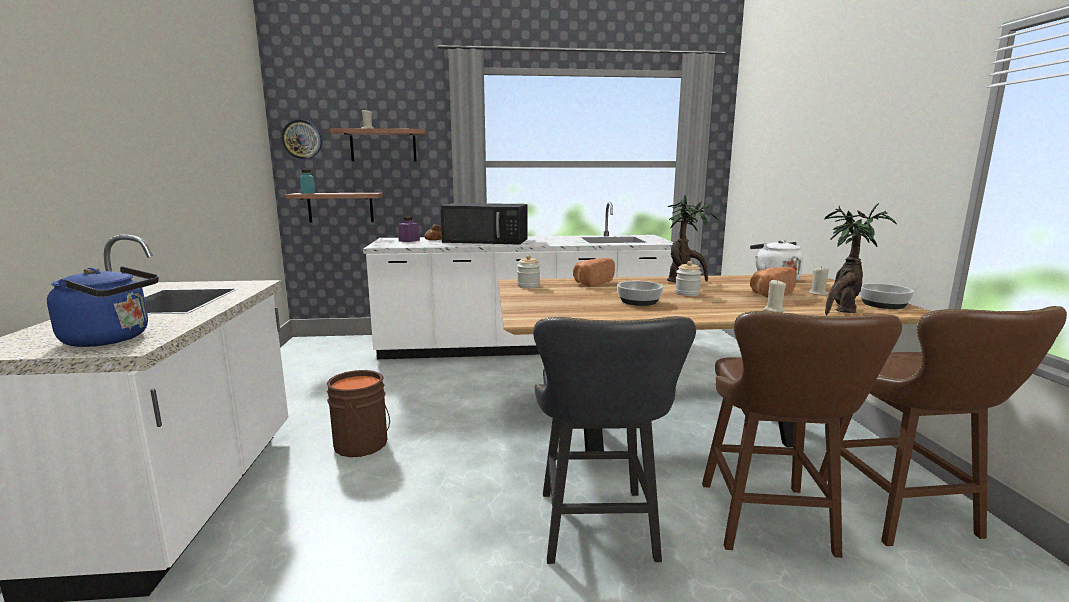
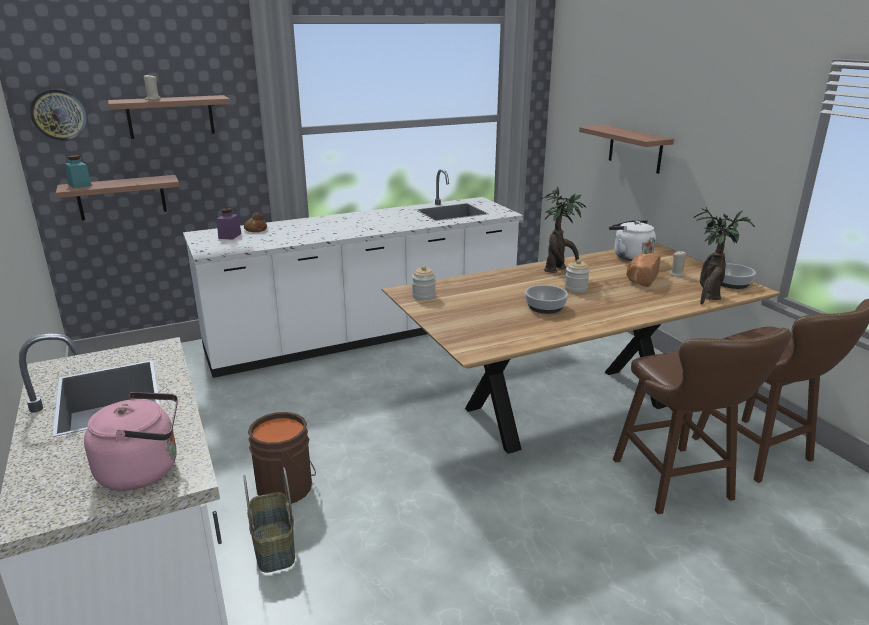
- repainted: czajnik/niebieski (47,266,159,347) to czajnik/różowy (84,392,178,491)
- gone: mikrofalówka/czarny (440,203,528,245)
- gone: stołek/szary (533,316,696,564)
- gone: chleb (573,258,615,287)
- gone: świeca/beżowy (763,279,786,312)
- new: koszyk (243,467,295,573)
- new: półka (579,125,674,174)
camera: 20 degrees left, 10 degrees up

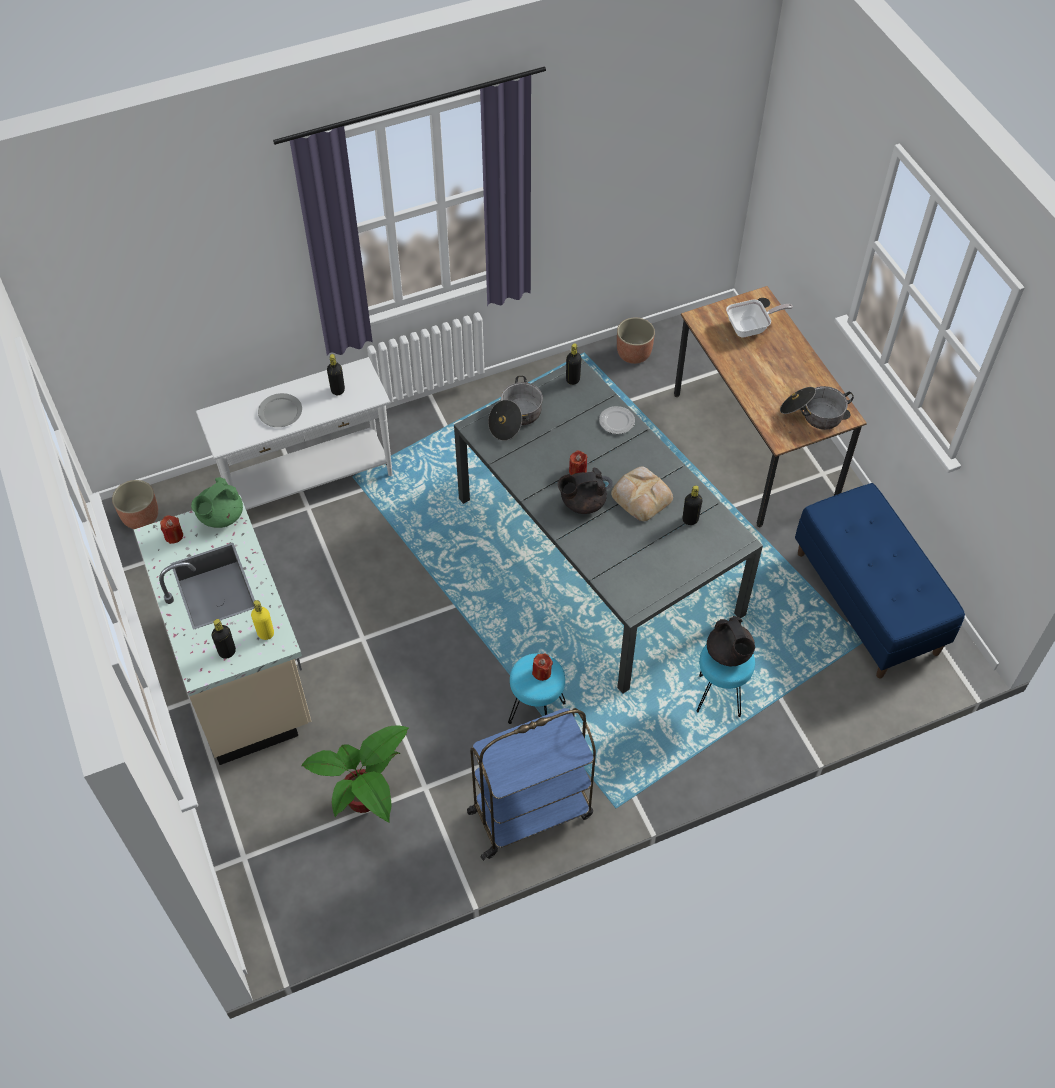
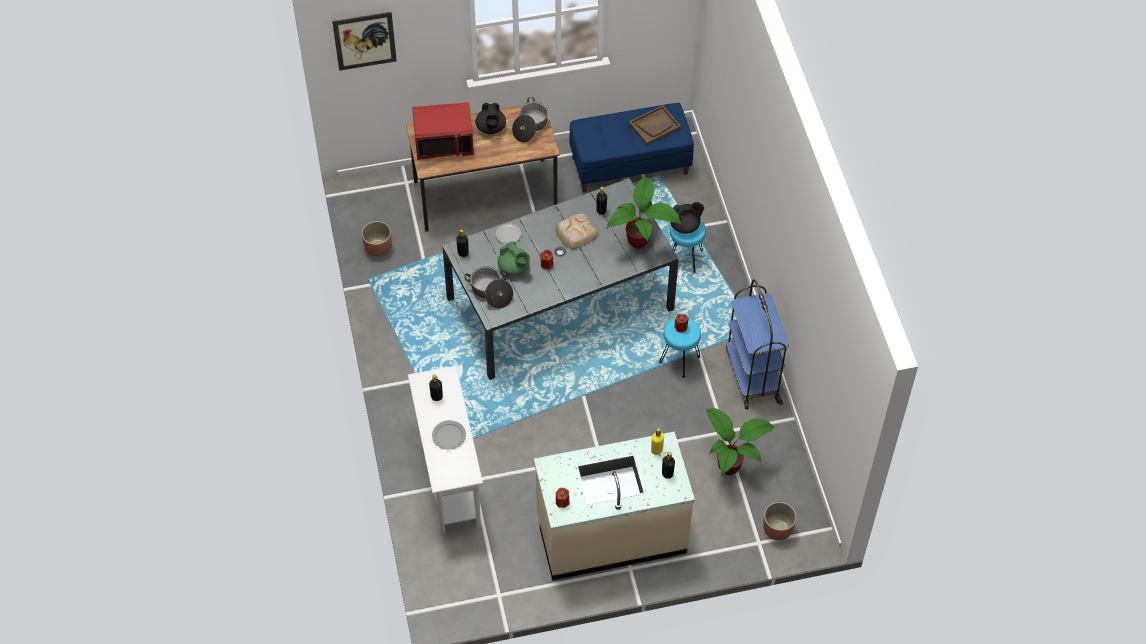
- shifted: donica (112,480,158,529) to (763,502,797,541)
- shifted: imbryk/zielony (191,477,243,528) to (498,241,530,275)
- shifted: imbryk/czarny (558,468,607,514) to (475,103,506,134)
- swapped: patelnia (726,299,793,338) to mikrofalówka/czerwony (412,102,474,160)
- new: obraz (332,12,397,71)
- new: roślina doniczkowa (607,178,681,249)
- new: taca/brązowy (629,105,681,145)
camera: 80 degrees left, 0 degrees up

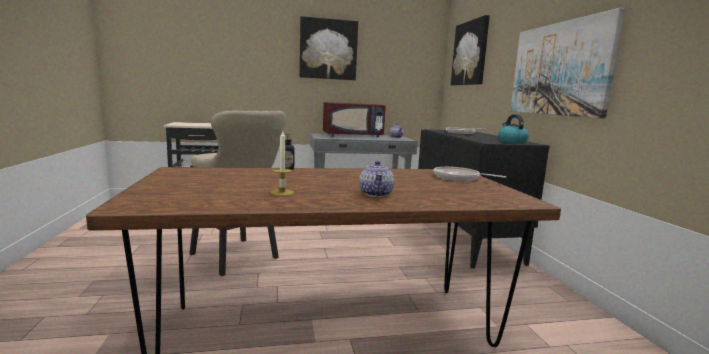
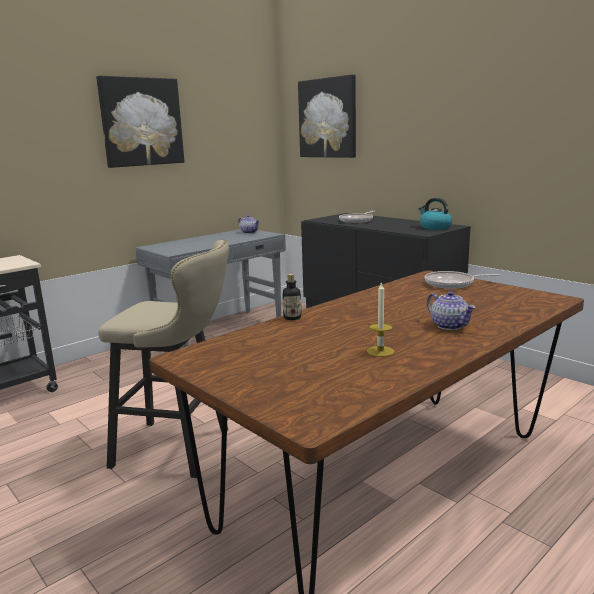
- gone: mikrofalówka/czerwony (323,102,386,137)
- gone: obraz (510,8,625,118)
camera: 30 degrees left, 5 degrees up

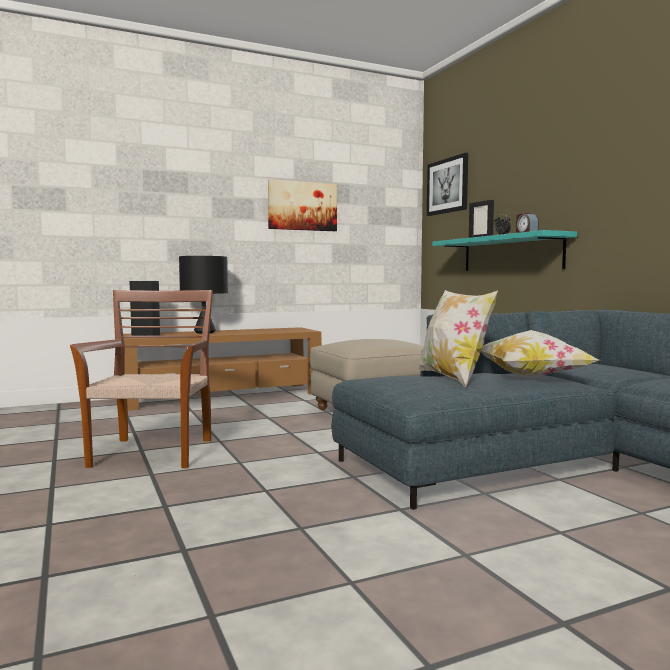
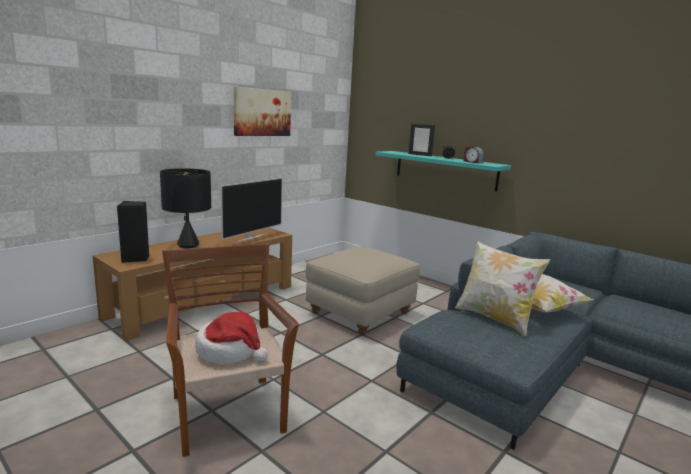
- gone: obraz (427,153,468,216)
- new: kapelusz (195,312,268,364)
- new: telewizor (221,178,282,242)
camera: 25 degrees left, 10 degrees up

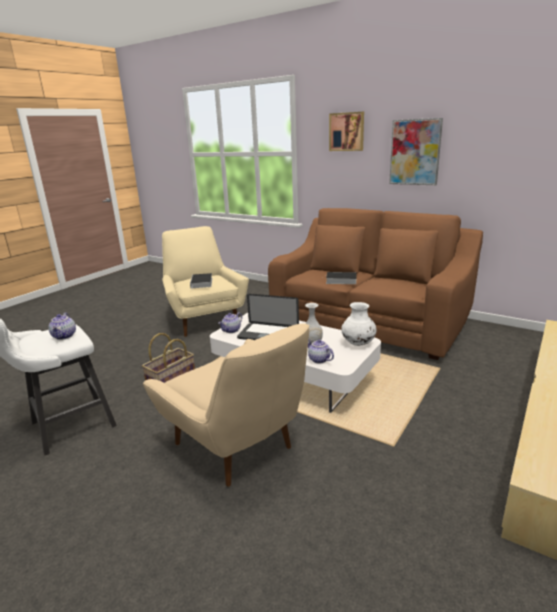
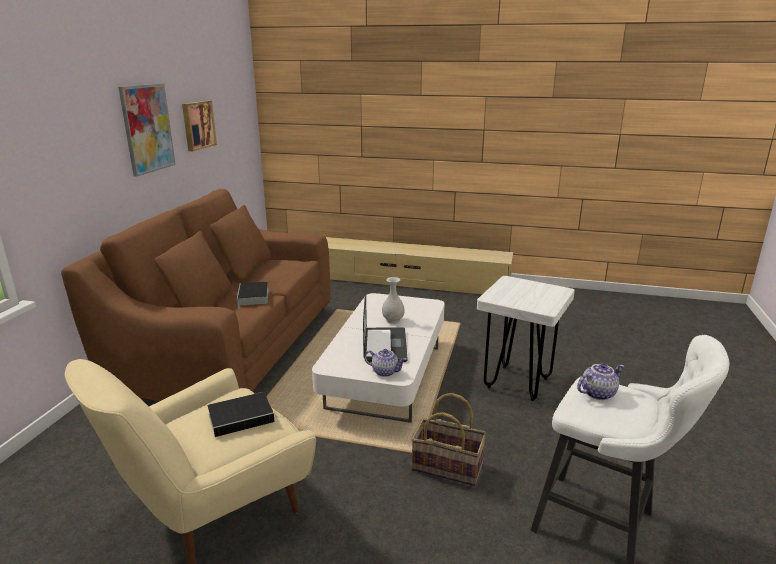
- swapped: fotel/beżowy (143,324,309,487) to stołek/biały (477,276,575,401)
- gone: imbryk (308,340,334,363)
- shifted: obraz (329,112,364,151) to (182,100,217,151)
- gone: wazon/biały (341,302,377,346)
camera: 110 degrees left, 0 degrees up

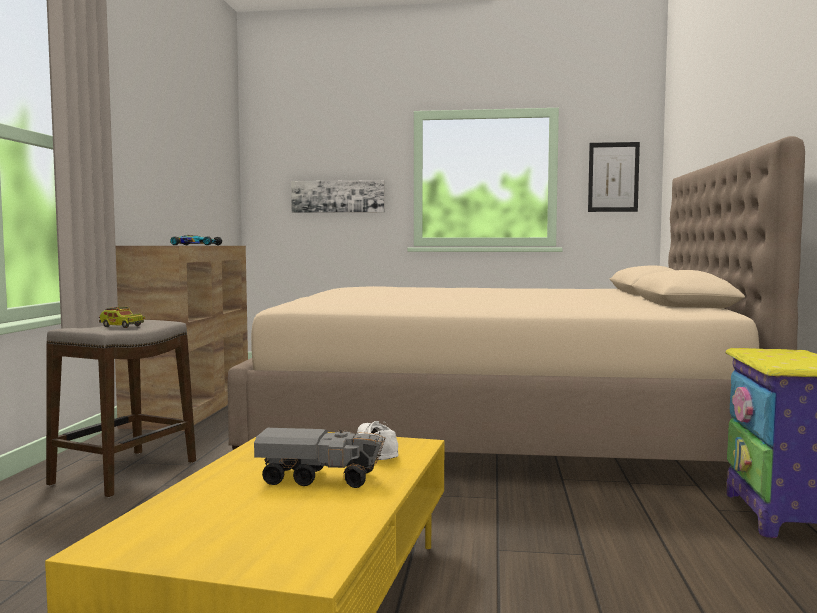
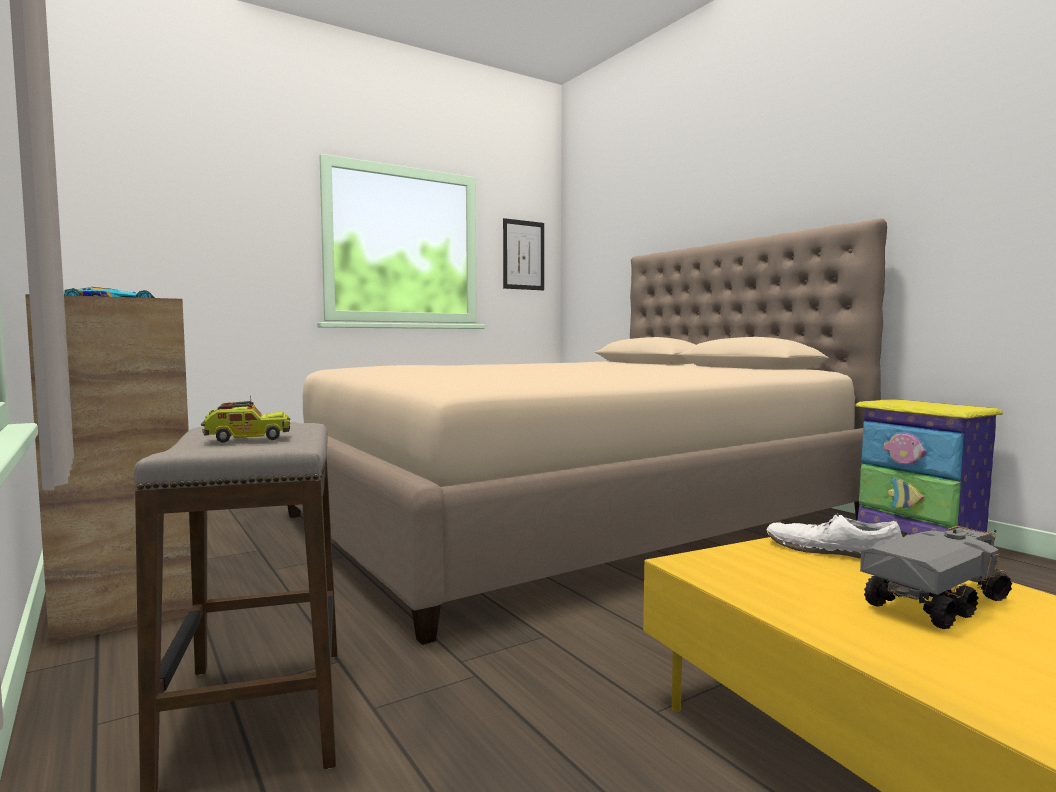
- gone: obraz (291,180,385,213)
camera: 40 degrees left, 0 degrees up

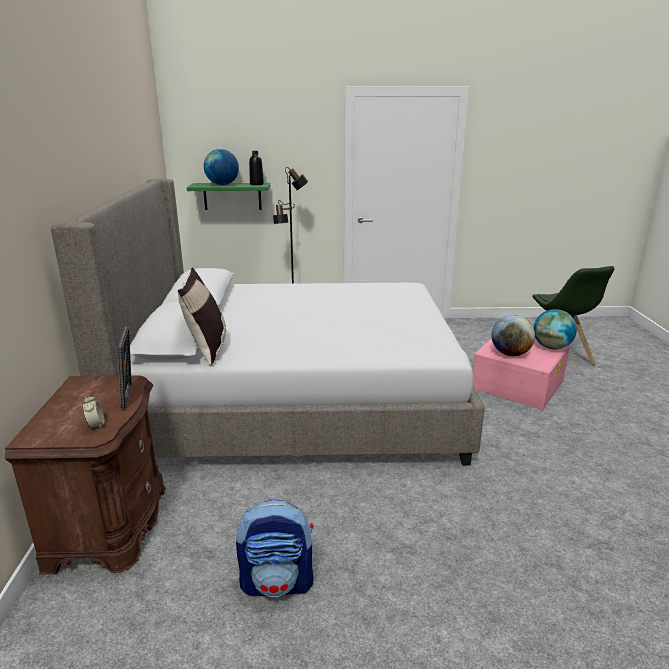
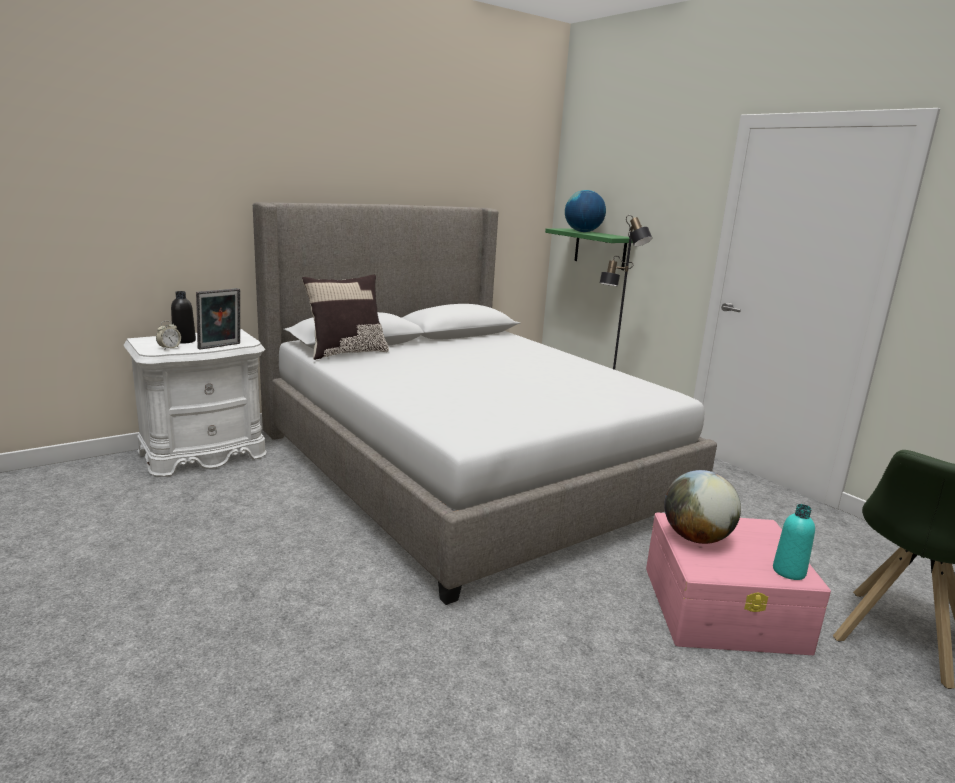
- repainted: szafka nocna/brązowy (5,375,166,575) to szafka nocna/biały (123,329,267,477)
- gone: plecak (236,500,314,597)
- shifted: butelka/czarny (249,151,264,185) to (171,291,196,343)
- swapped: globus (534,309,577,349) to butelka/turkusowy (773,504,815,580)
camera: 55 degrees right, 5 degrees down

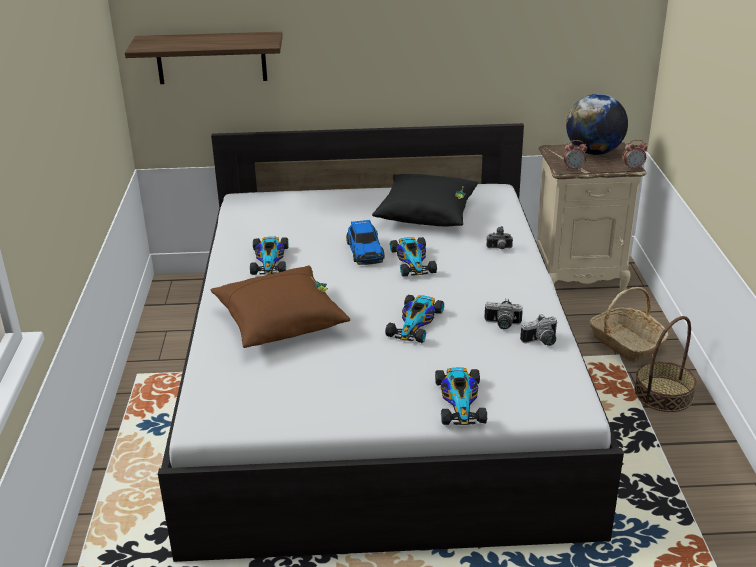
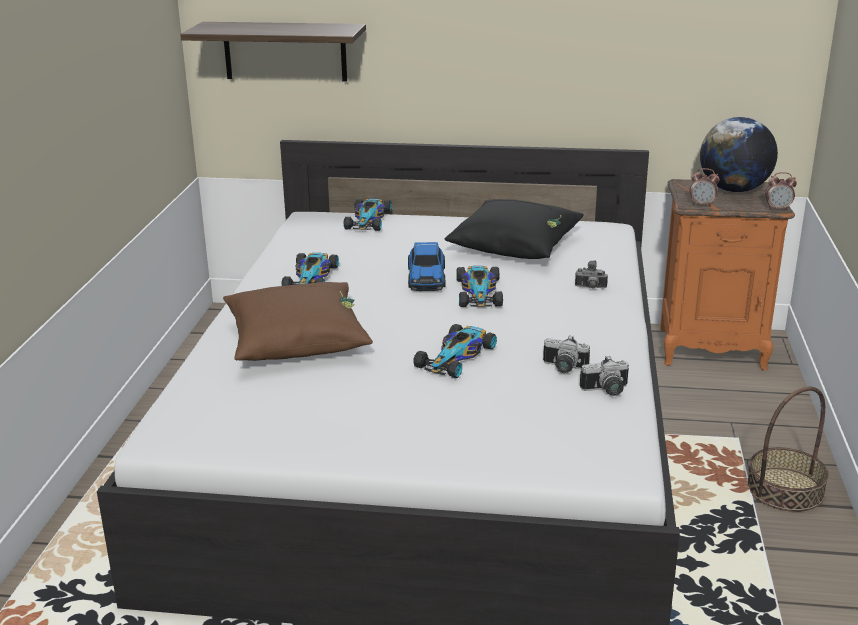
- shifted: samochodzik (435,368,487,425) to (344,199,392,231)
- repainted: szafka nocna/beżowy (536,142,646,294) to szafka nocna/pomarańczowy (660,179,795,371)
- gone: koszyk (590,287,669,362)
camera: 10 degrees right, 5 degrees down

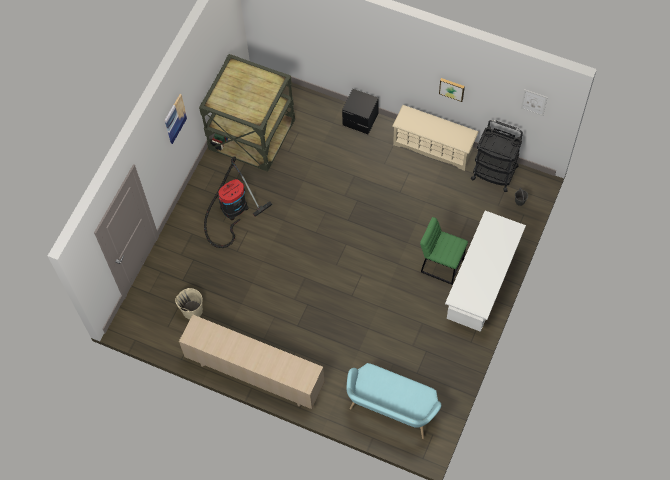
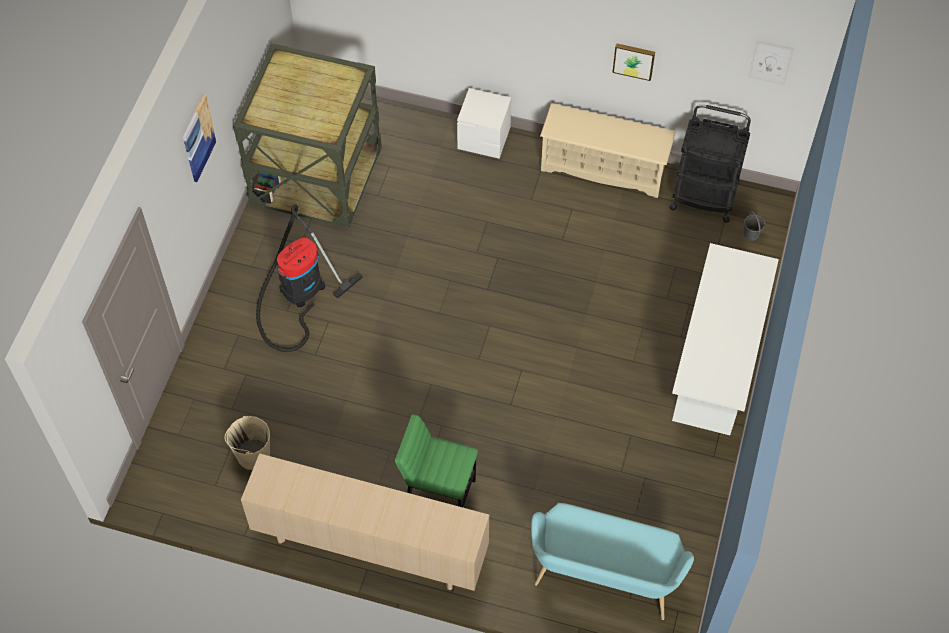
- repainted: szafka nocna/czarny (342,89,379,134) to szafka nocna/biały (457,88,511,159)
- shifted: stołek/zielony (420,217,468,285) to (395,414,478,507)
camera: 10 degrees left, 5 degrees down

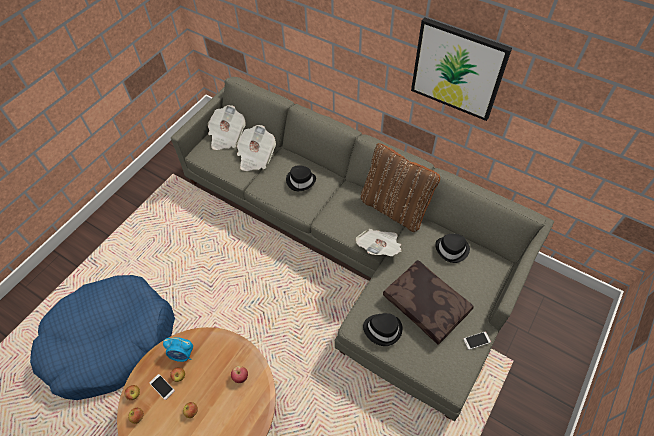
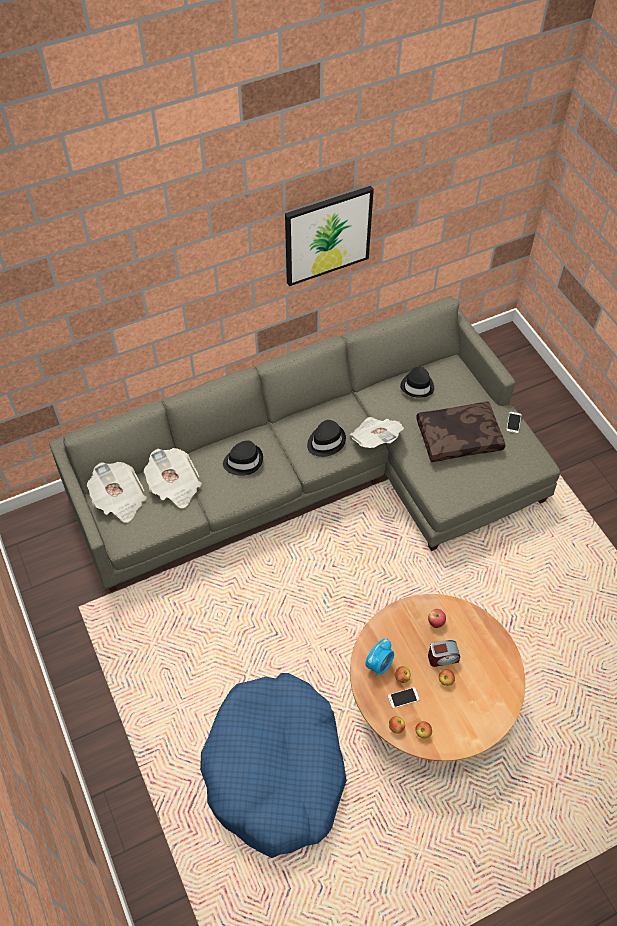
- gone: poduszka/brązowy (361,143,440,232)
- shifted: kapelusz/czarny (363,313,403,346) to (307,420,346,457)
- new: budzik (428,640,460,667)
camera: 60 degrees left, 0 degrees up

